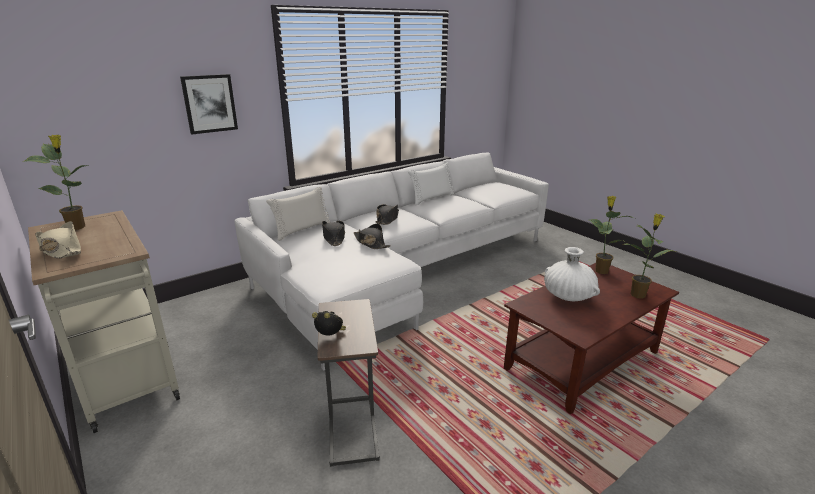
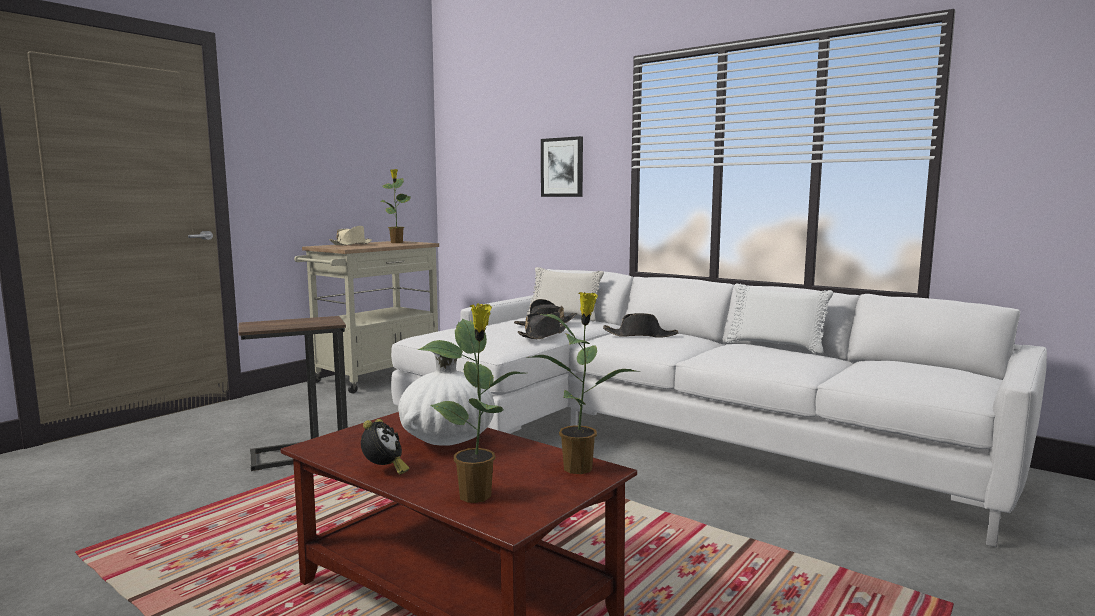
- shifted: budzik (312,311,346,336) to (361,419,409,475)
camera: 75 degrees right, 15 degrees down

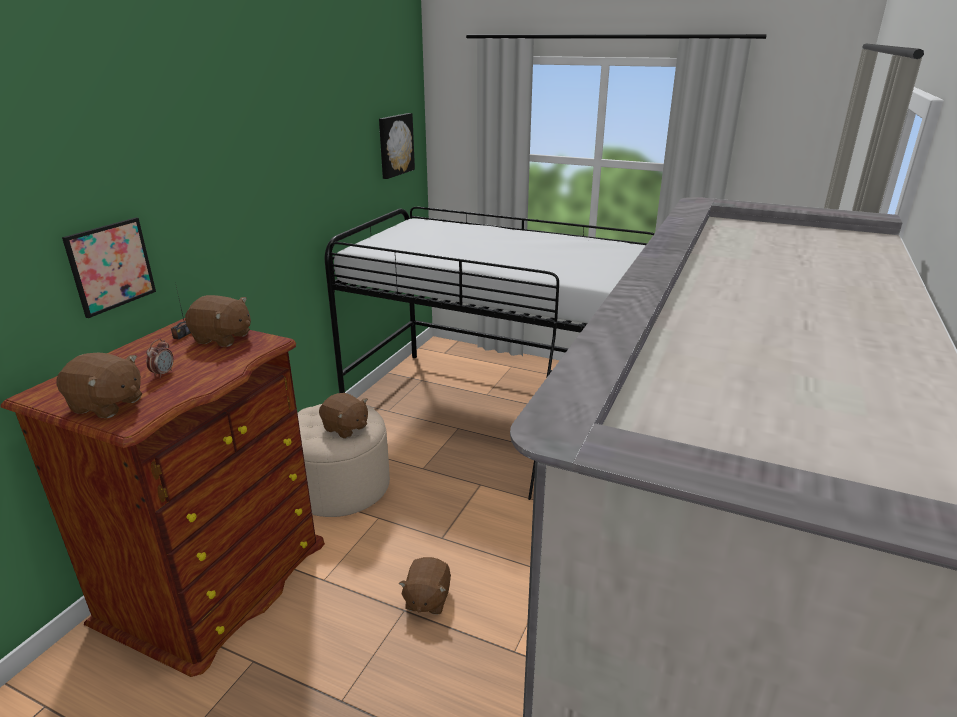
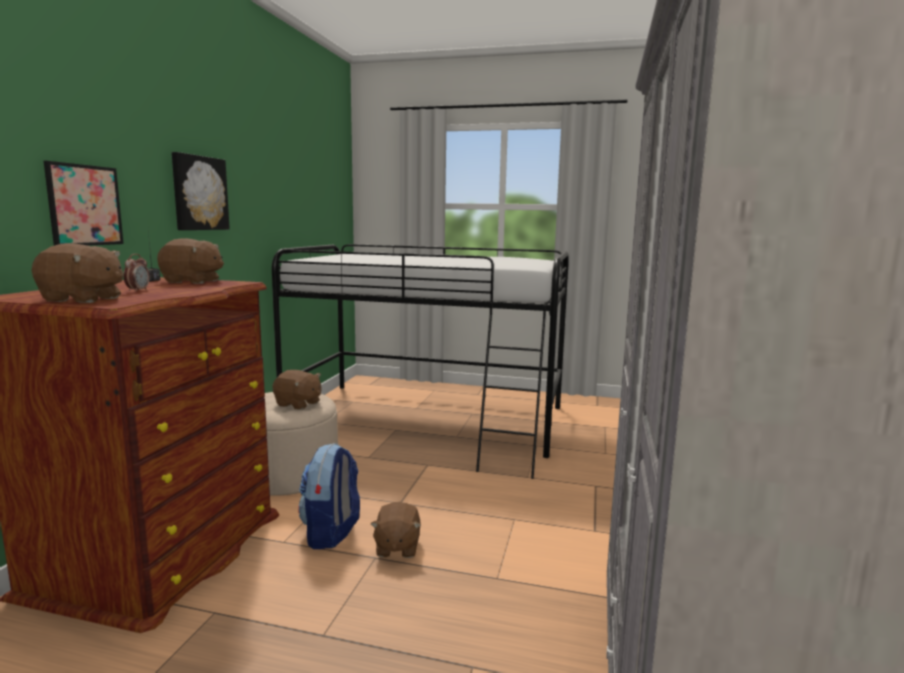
- shifted: obraz (379,113,415,179) to (172,152,230,230)
- new: plecak (298,443,360,549)
camera: 10 degrees left, 15 degrees down

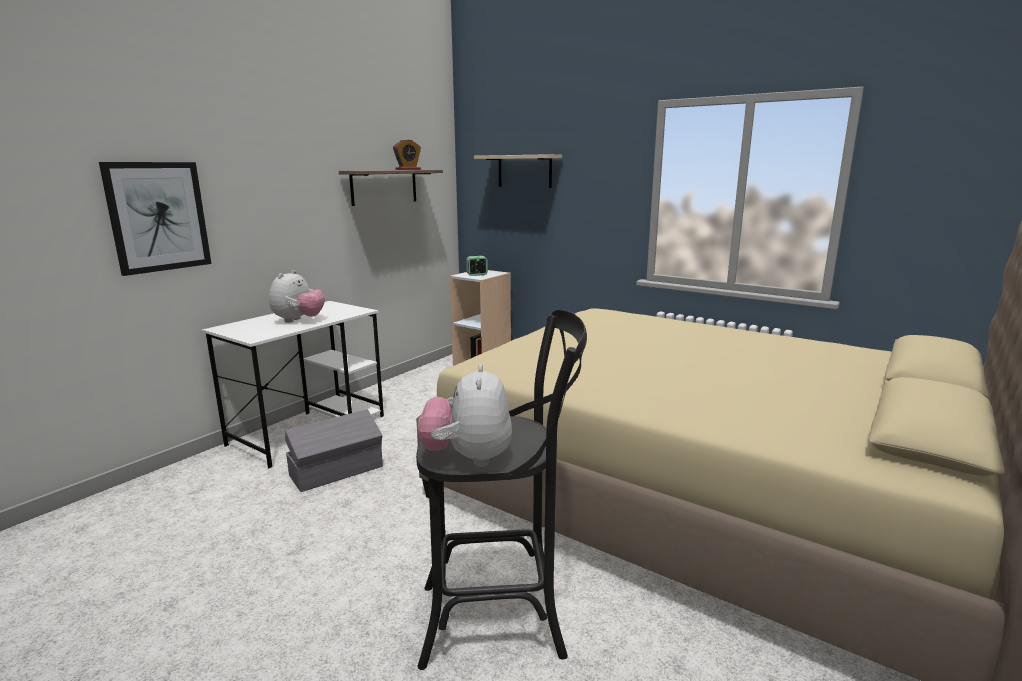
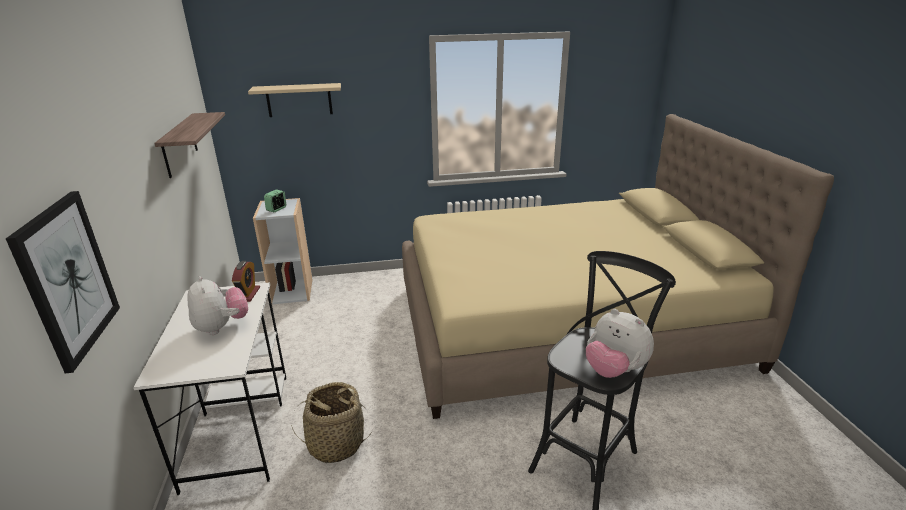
- swapped: pojemnik do przechowywania/szary (285,409,383,492) to koszyk (291,382,371,463)
- shifted: budzik (393,139,421,170) to (232,261,260,302)
camera: 45 degrees left, 10 degrees up

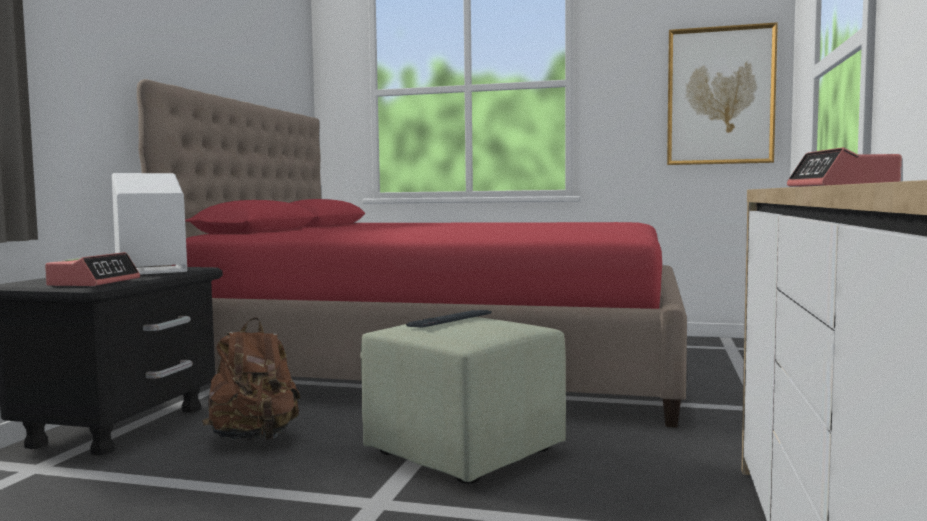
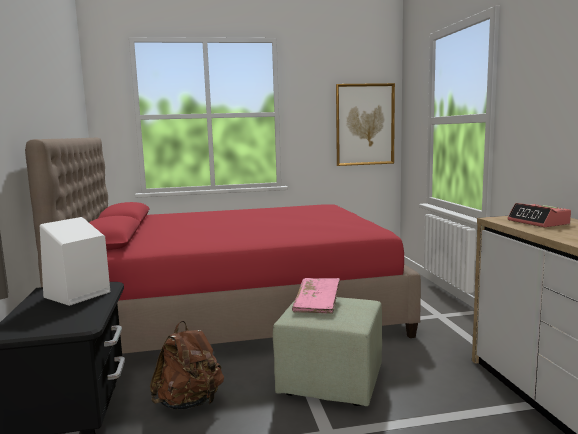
- gone: budzik (45,252,140,287)
- swapped: klawiatura (406,310,492,328) to książka/różowy (292,278,340,314)
camera: 25 degrees left, 5 degrees up

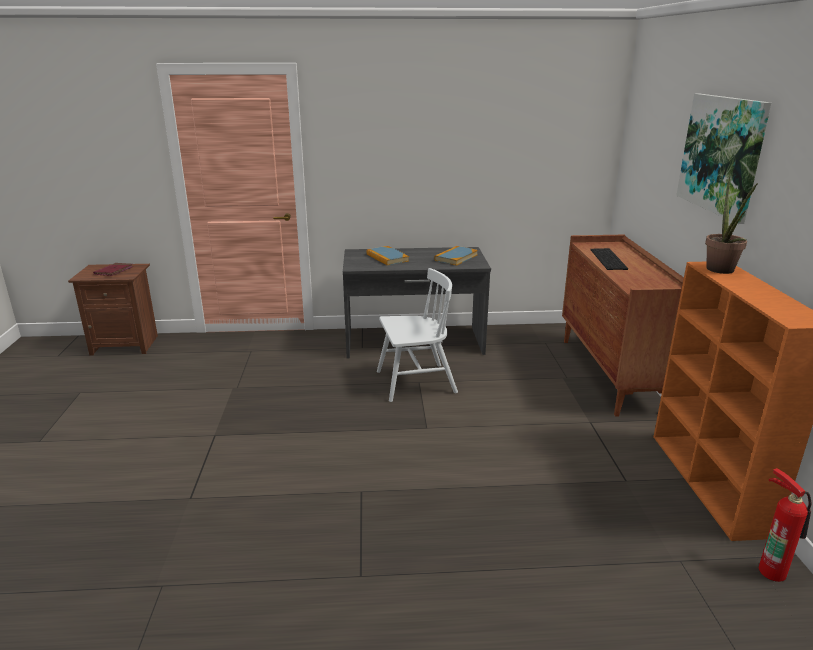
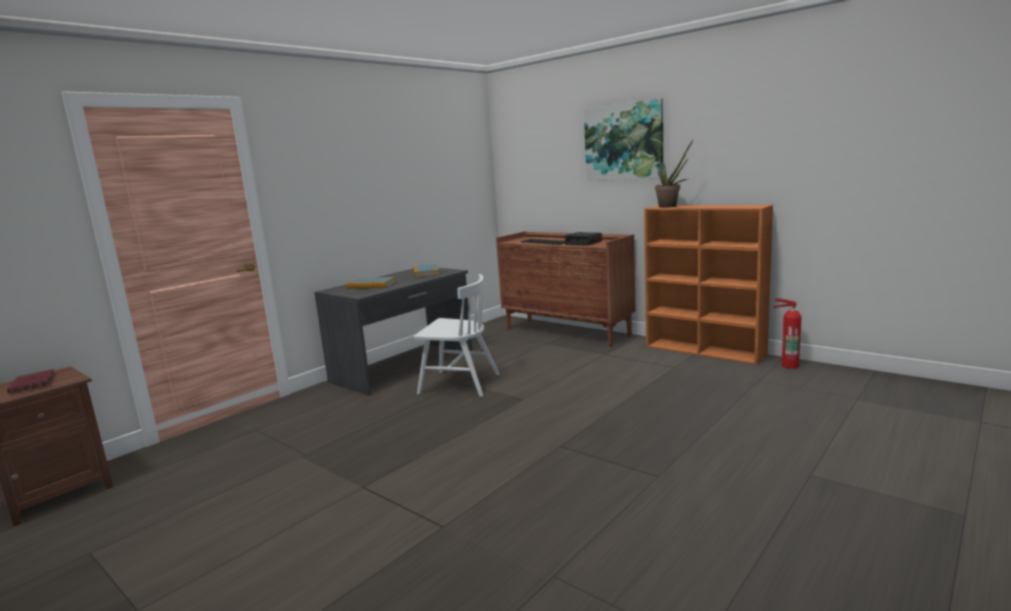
- rotated: krzesło/biały (377,268,458,402) = (414,274,500,397) 75 degrees clockwise
- new: budzik (564,232,602,246)
camera: 45 degrees left, 10 degrees down

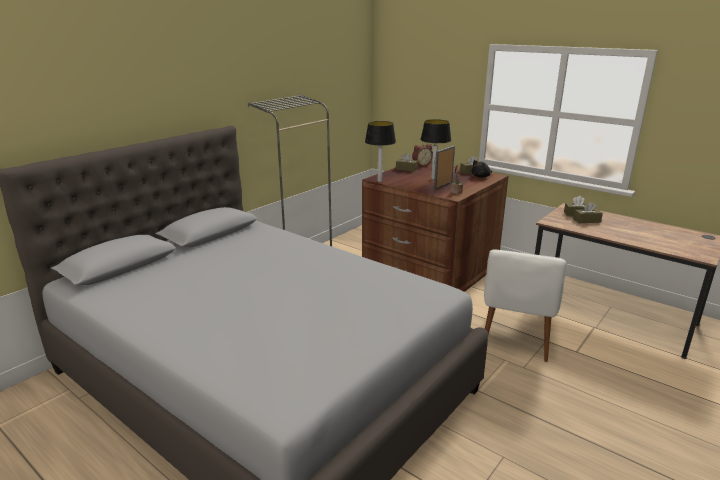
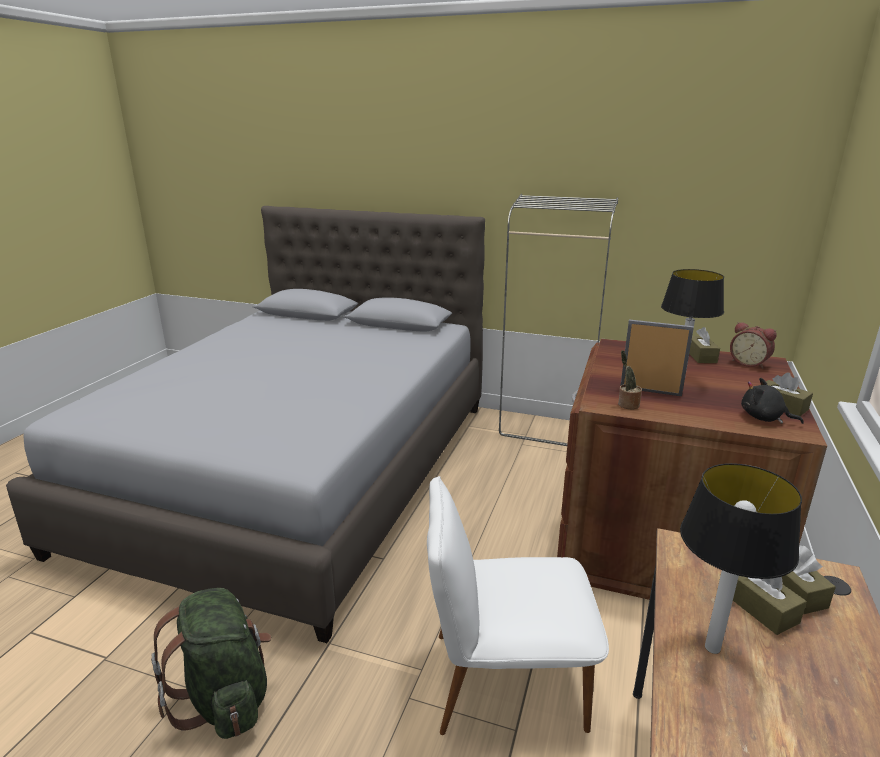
- shifted: lampa stołowa (365,121,396,182) to (680,463,802,654)
- new: plecak/zielony (151,588,271,739)
camera: 70 degrees right, 0 degrees up

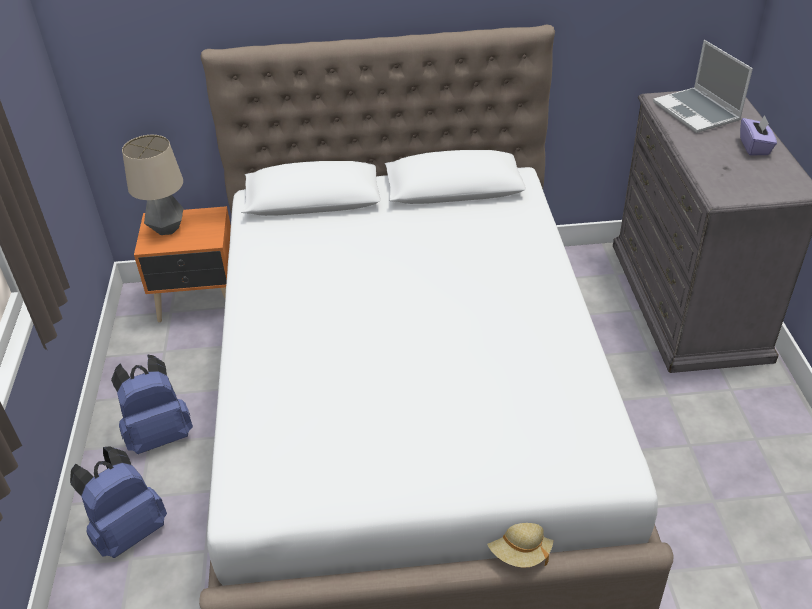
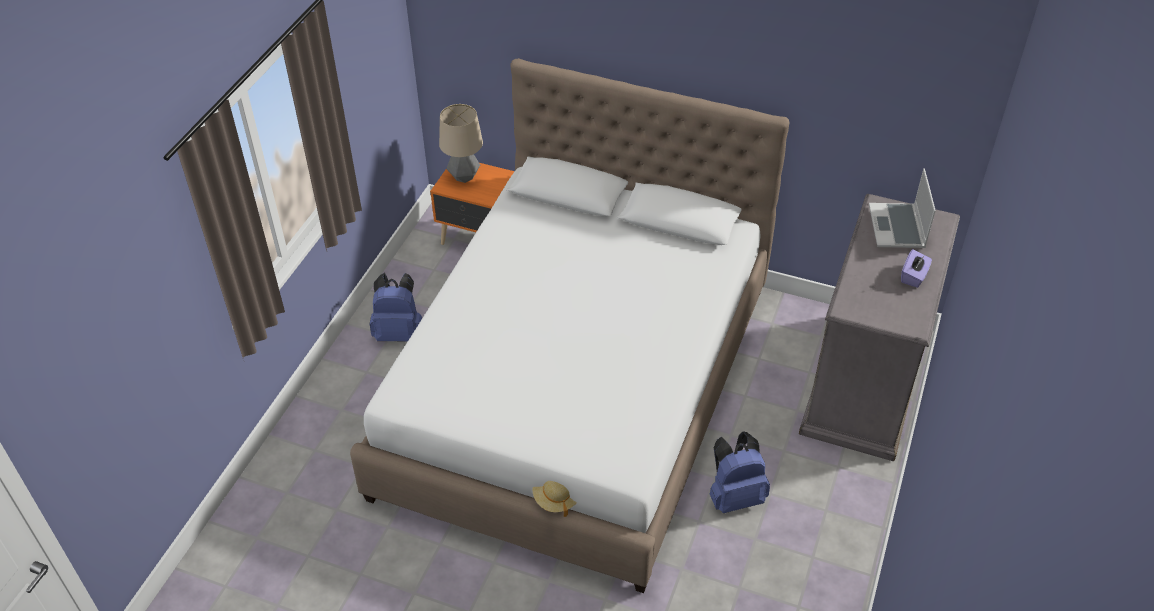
- shifted: plecak/niebieski (70,446,167,558) to (710,431,770,513)
camera: 25 degrees right, 5 degrees up

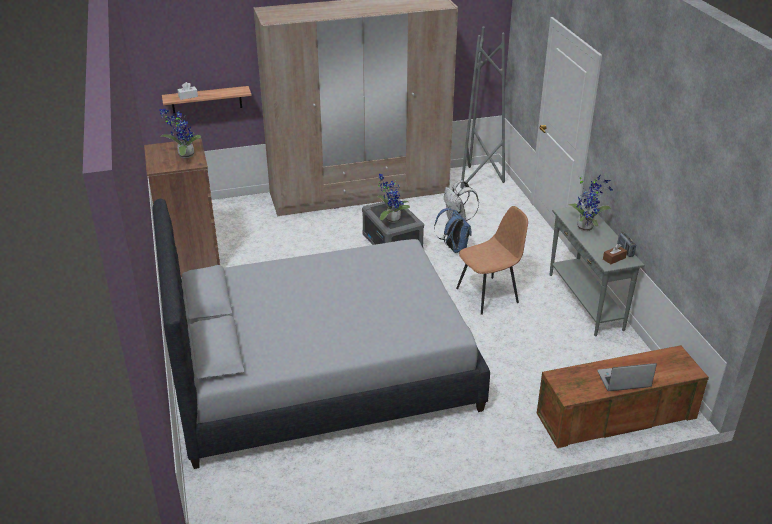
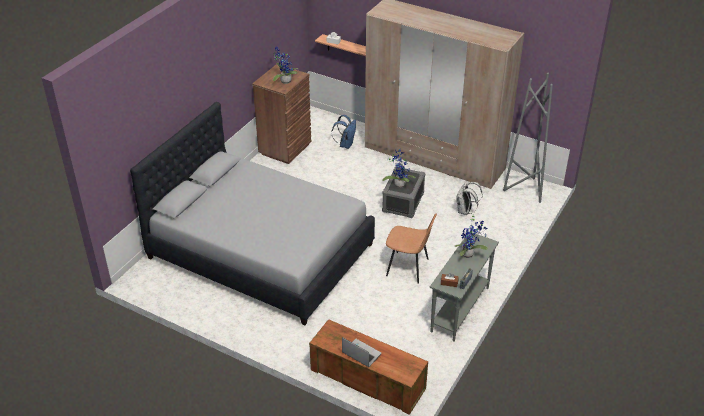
- shifted: plecak/niebieski (434,208,471,253) to (331,115,356,149)
camera: 45 degrees right, 5 degrees up

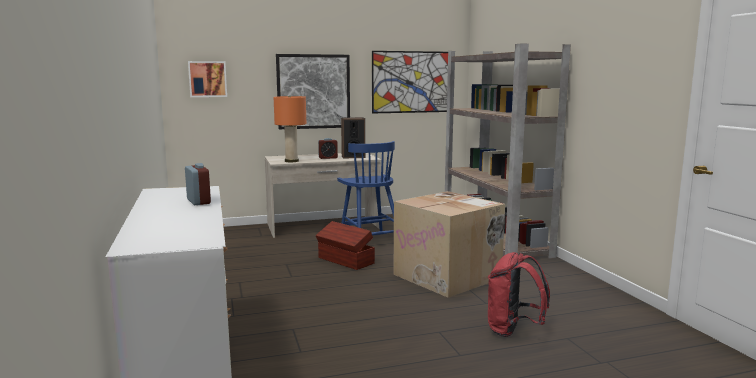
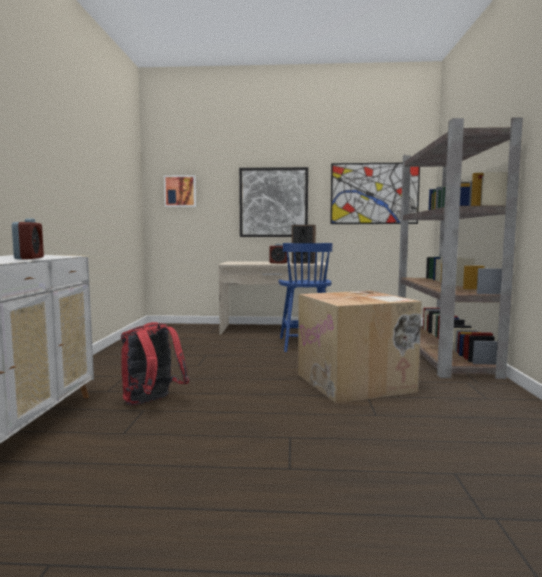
- gone: lampa stołowa/pomarańczowy (274,96,306,162)
- gone: pojemnik do przechowywania/brązowy (316,221,375,270)
- shifted: plecak/czerwony (488,252,550,337) to (121,322,189,405)
camera: 20 degrees right, 5 degrees down

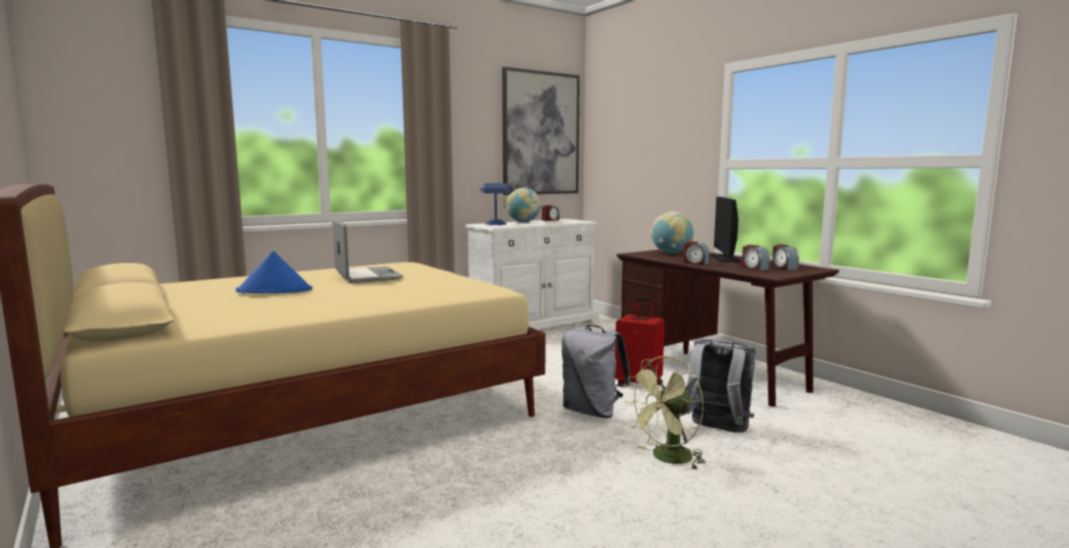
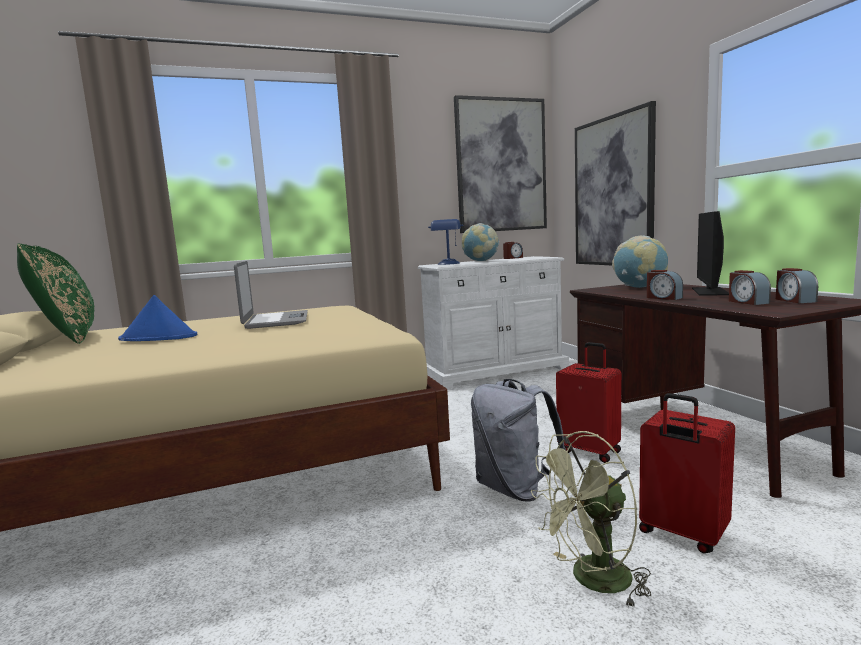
- swapped: plecak/szary (686,338,756,433) to walizka/czerwony (639,393,735,553)
- new: poduszka/zielony (17,243,95,344)
- new: obraz (575,101,656,265)
camera: 15 degrees right, 0 degrees up

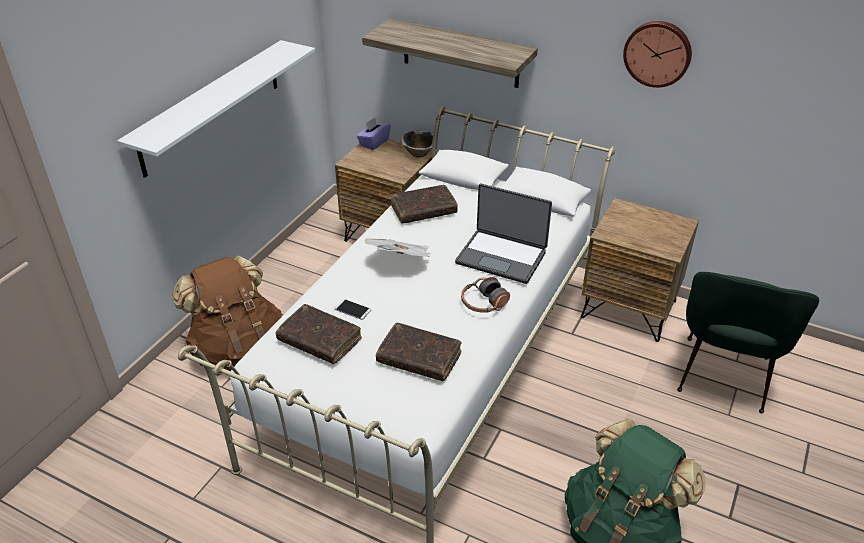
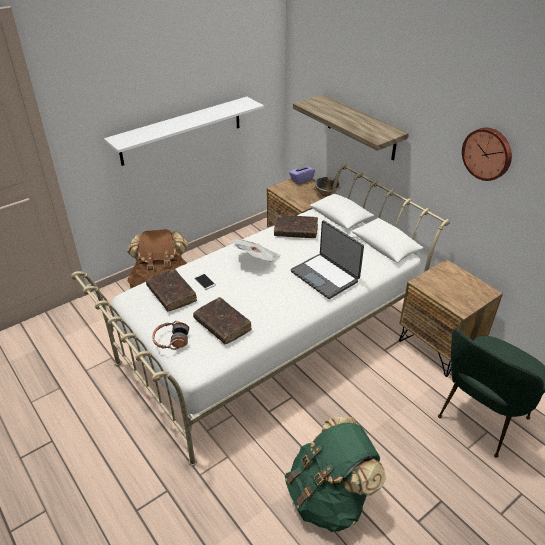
- shifted: słuchawki (461,277,510,313) to (152,321,189,350)
camera: 25 degrees right, 0 degrees up

